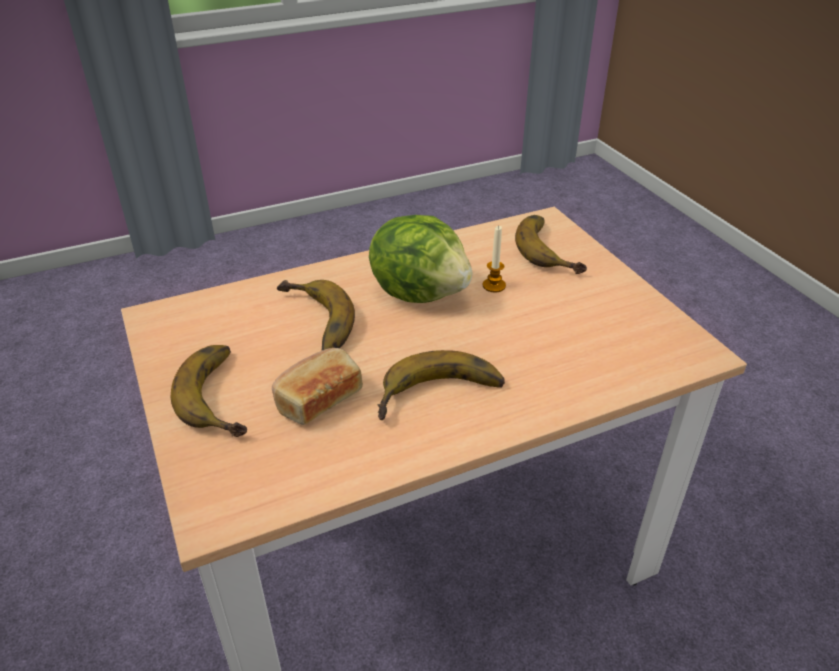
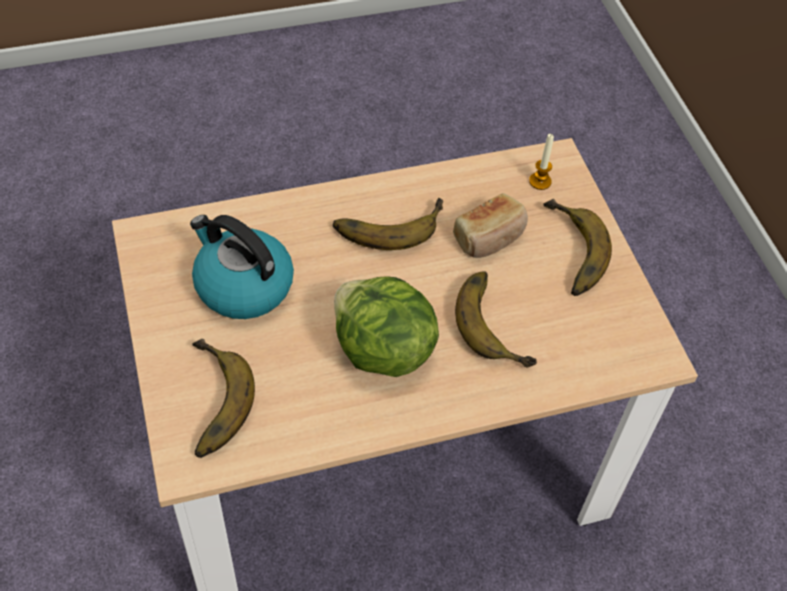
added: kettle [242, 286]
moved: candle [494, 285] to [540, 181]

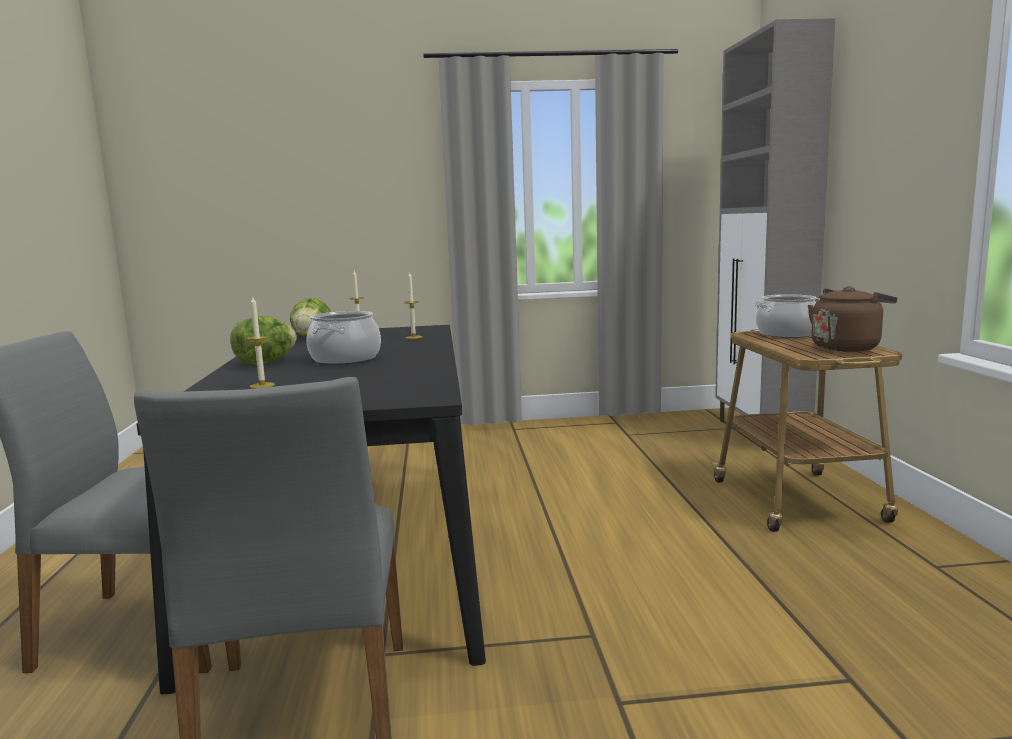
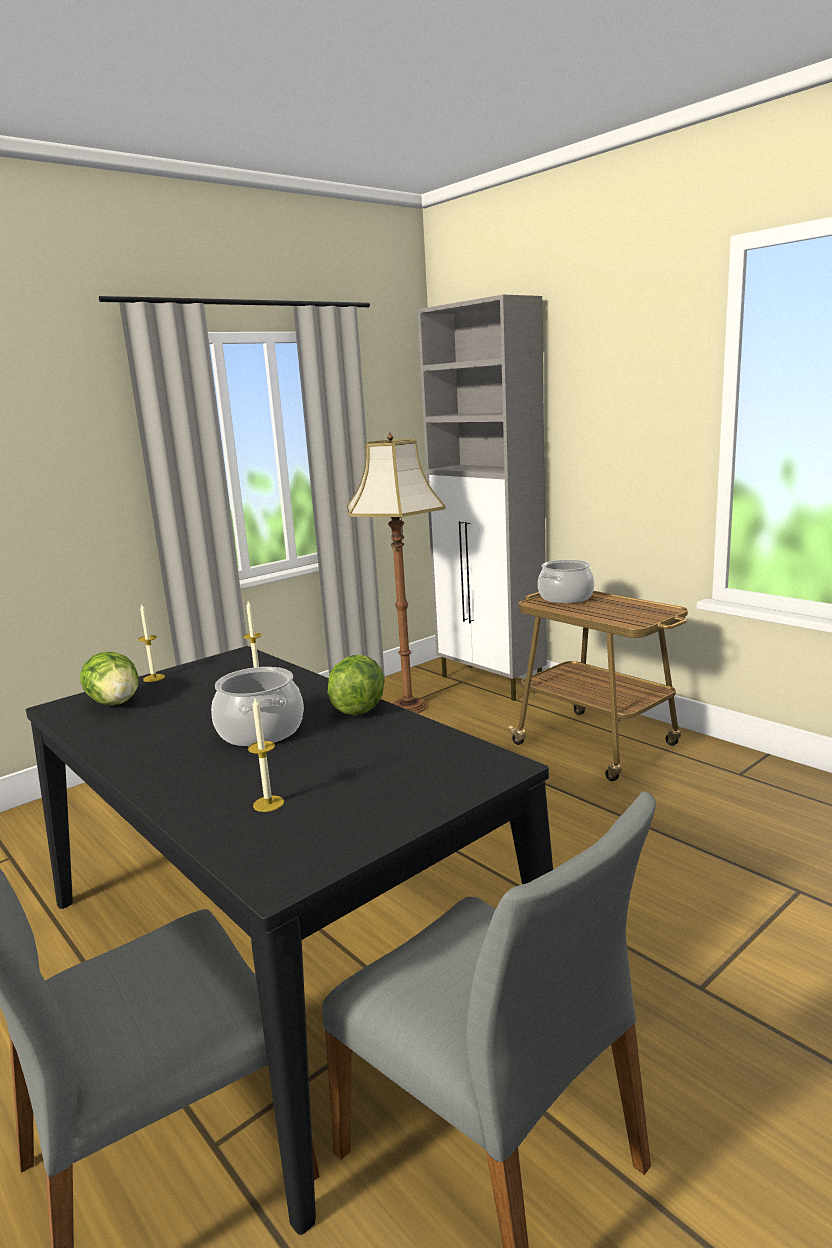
removed: brown kettle [847, 347]
added: floor lamp [408, 707]
moved: lettuce [265, 363] to [358, 708]

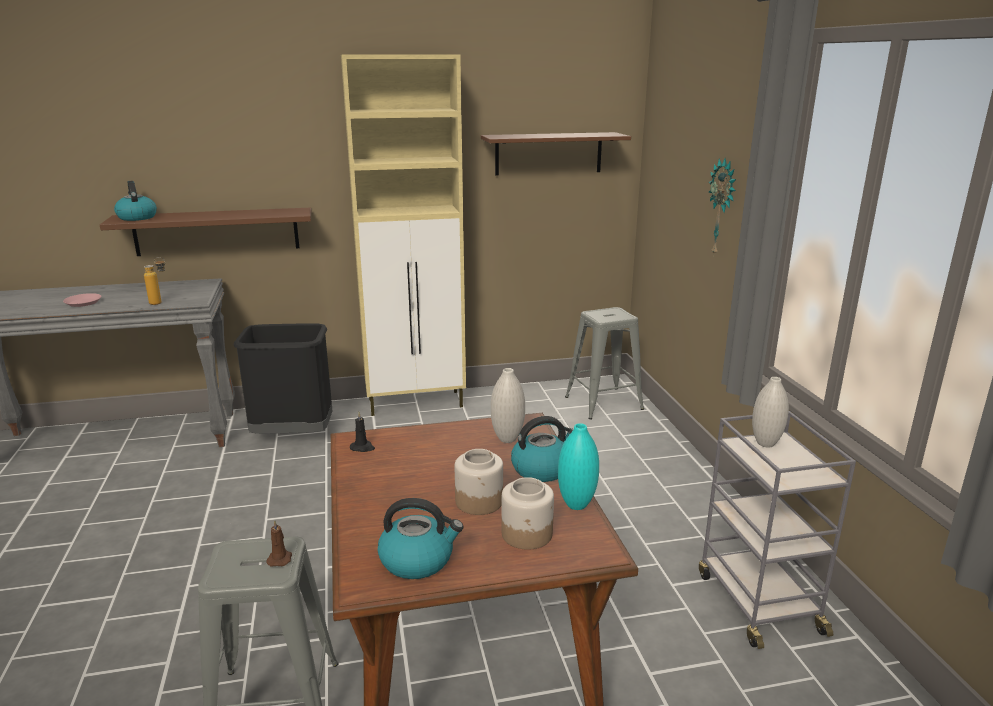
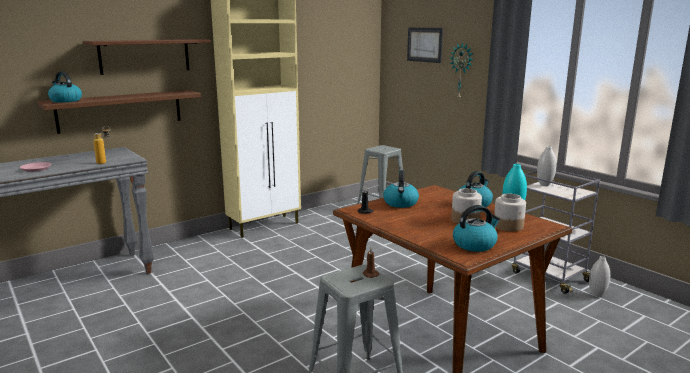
removed: black trash can [293, 435]
added: picture [425, 44]; kettle [401, 203]
moved: brown shelf [548, 153] to [145, 56]; white vase [507, 439] to [596, 294]

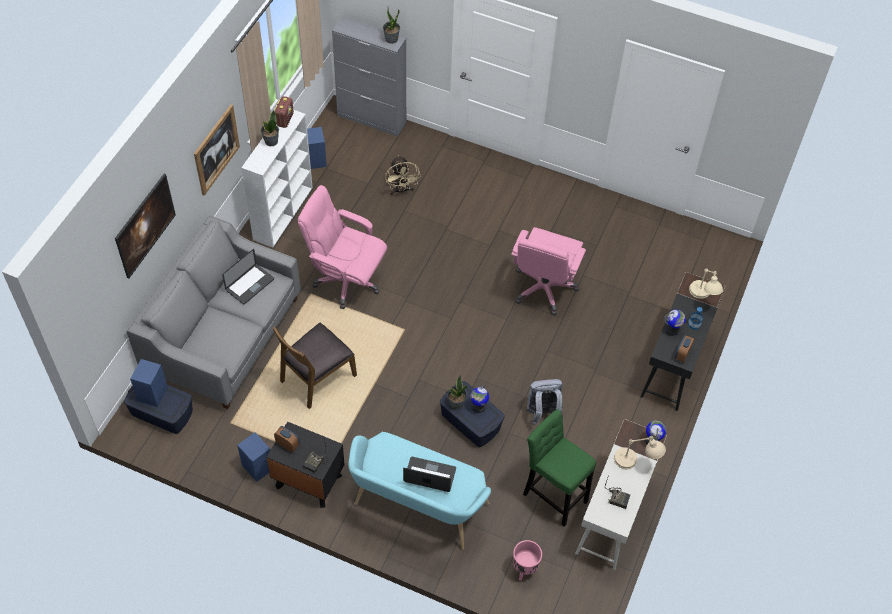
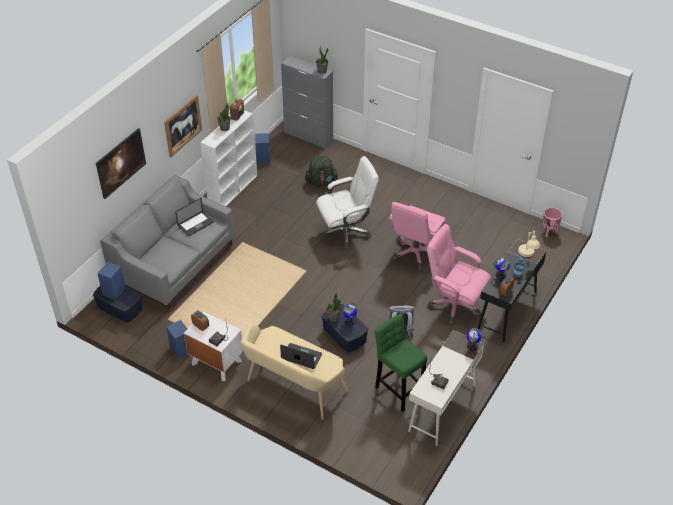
removed: brown chair [317, 378]; beige table lamp [635, 462]
added: white office chair [346, 232]
moved: pink office chair [346, 281] to [454, 305]; pink planter [524, 569] to [549, 231]
replaced: beige fan [401, 190] to green backpack [321, 182]
recoloured: black nightstand [308, 481] to white nightstand [216, 362]; turquoise bench [417, 508] to beige bench [293, 388]

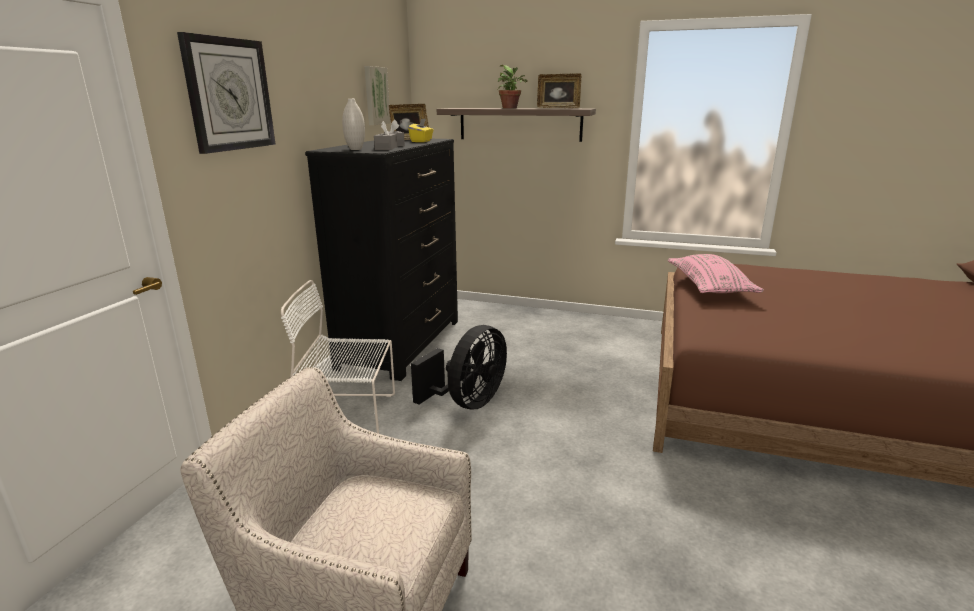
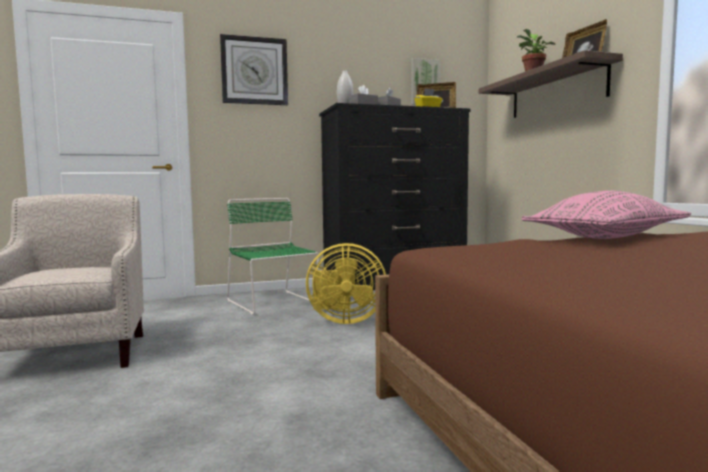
recoloured: white chair [347, 417] to green chair [273, 303]; black fan [468, 402] to yellow fan [343, 320]

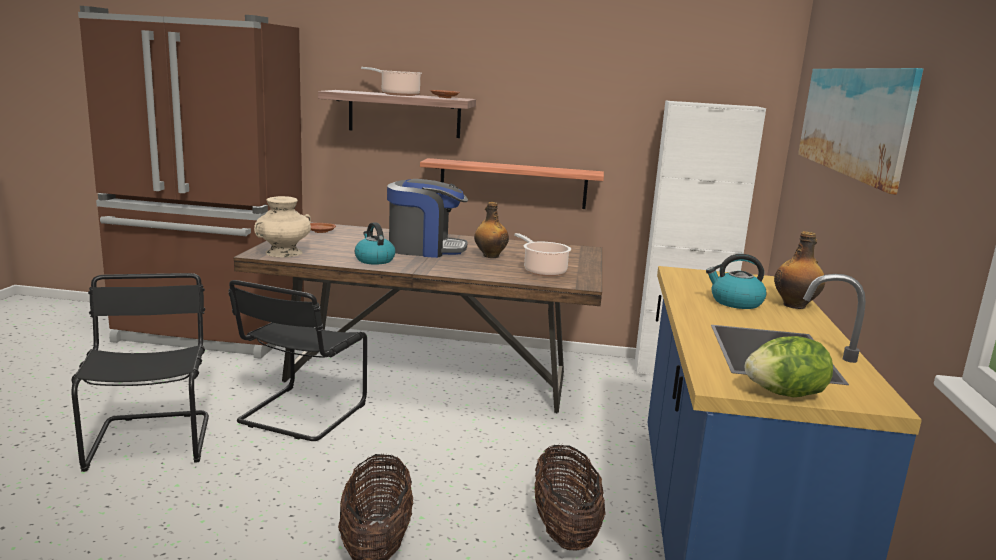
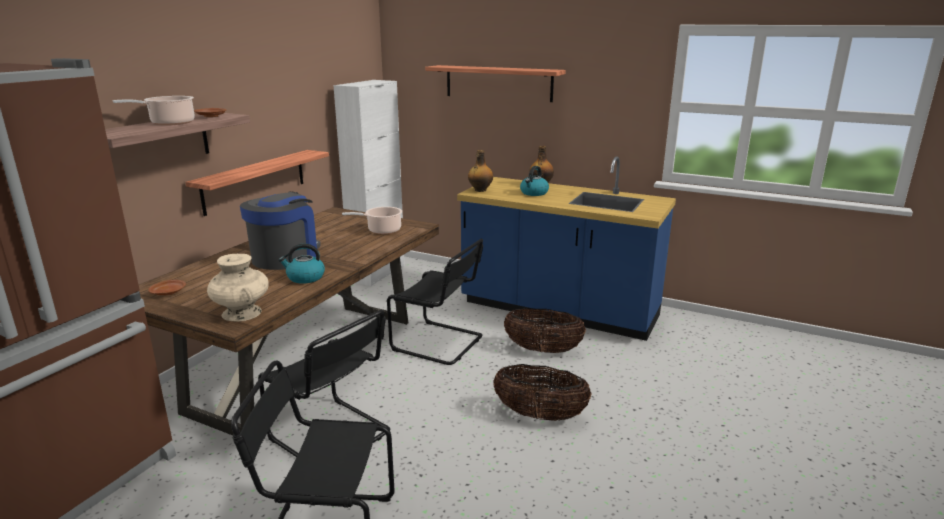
removed: lettuce [784, 394]
added: black chair [441, 343]
moved: bottle [490, 256] to [480, 190]
replaced: picture [855, 121] to shelf [498, 83]

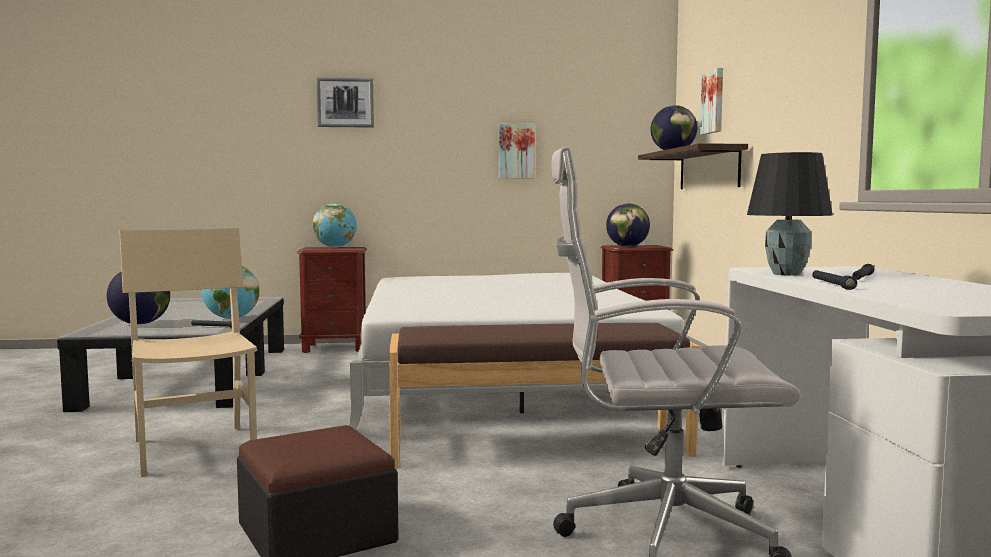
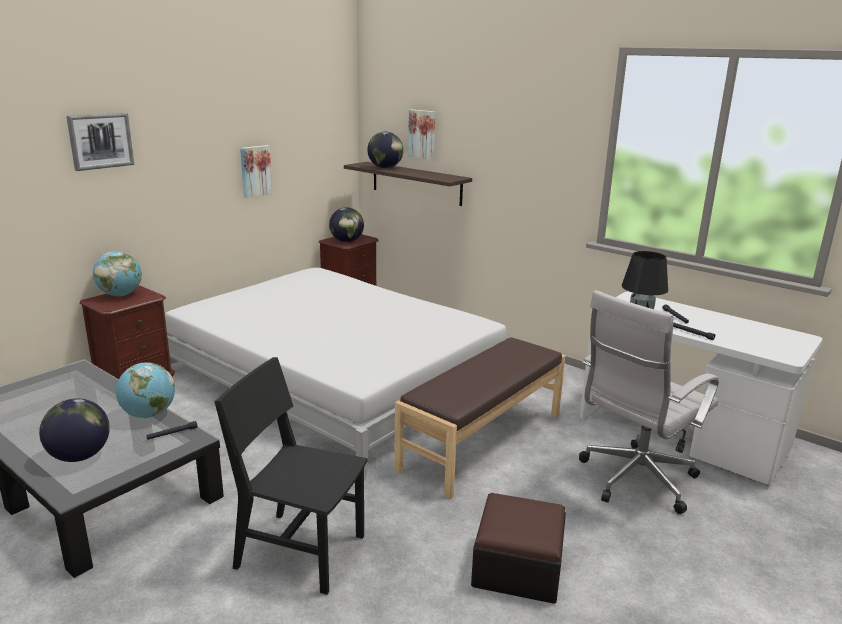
recoloured: beige chair [195, 449] to black chair [300, 551]

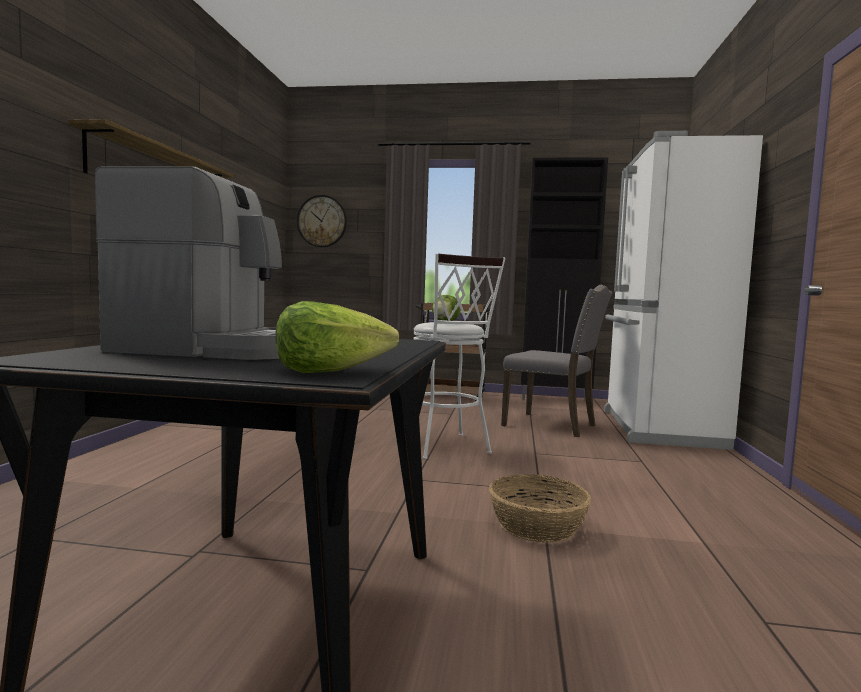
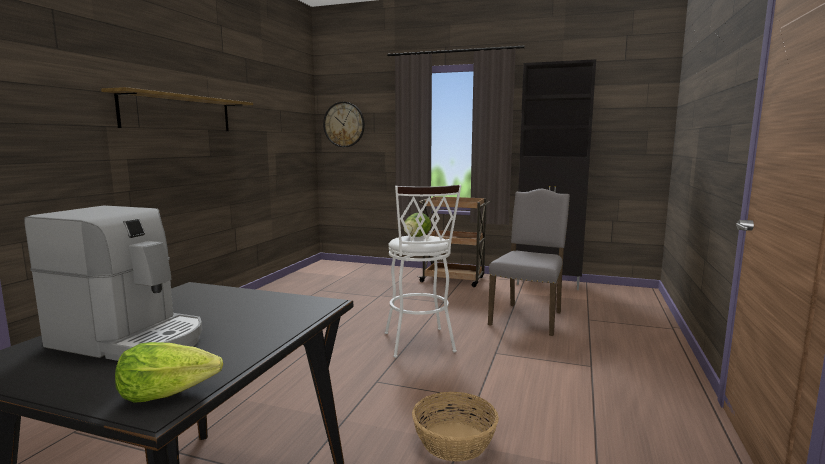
removed: white fridge [657, 428]
turned: grey chair [552, 425] = [528, 318] 105 degrees counterclockwise

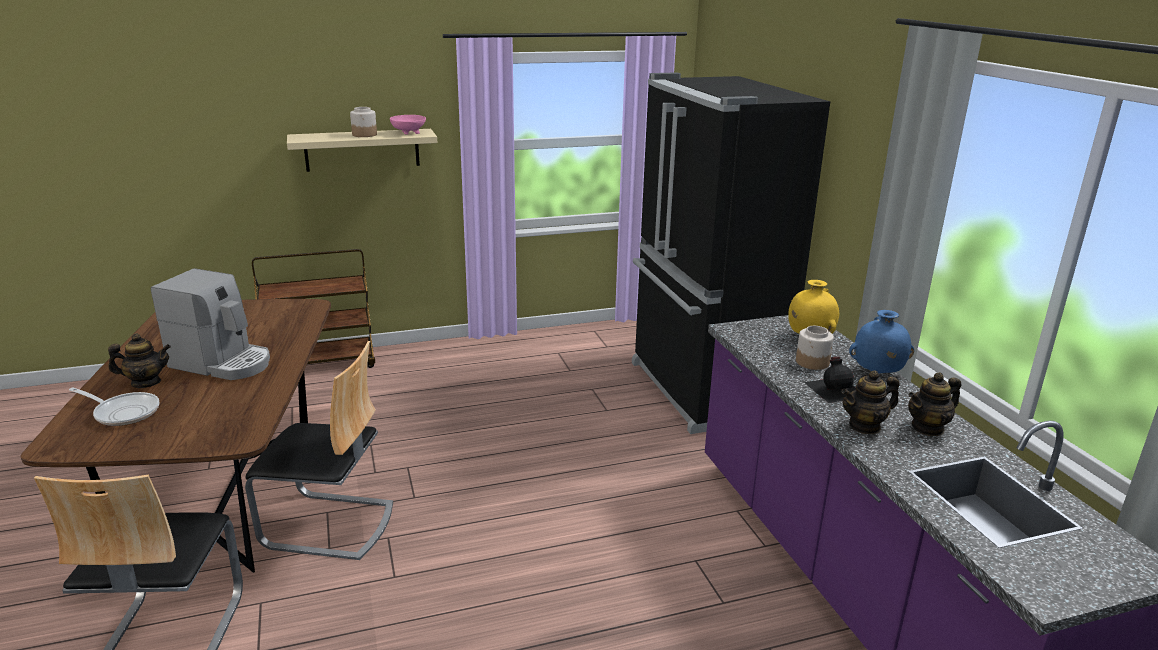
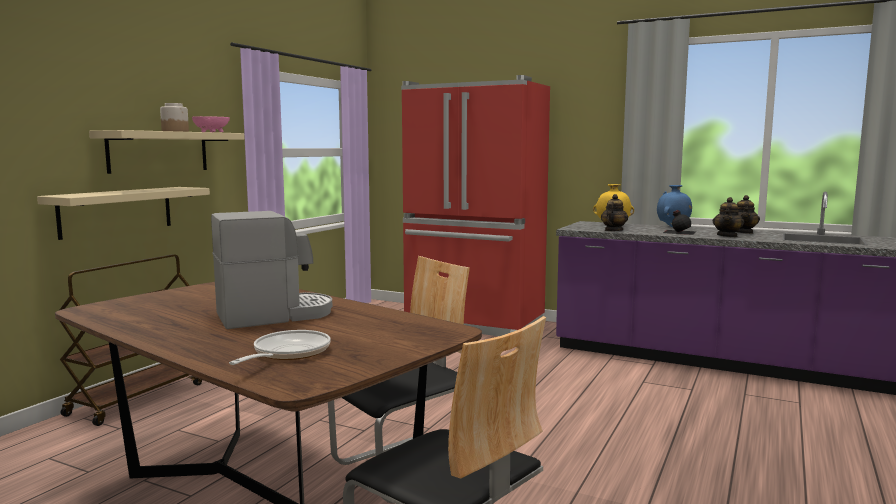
removed: jar [812, 362]
added: beige shelf [116, 211]
moved: teapot [146, 383] to [613, 230]
recoloured: black fridge [701, 391] to red fridge [474, 324]
turned: frying pan [123, 412] = [287, 353] 45 degrees counterclockwise

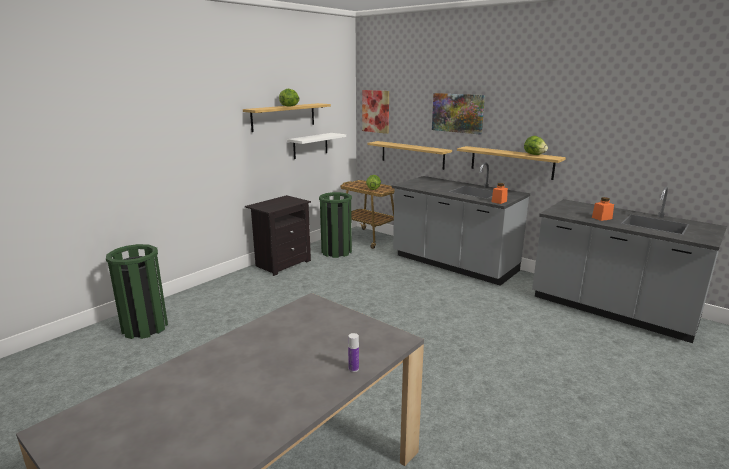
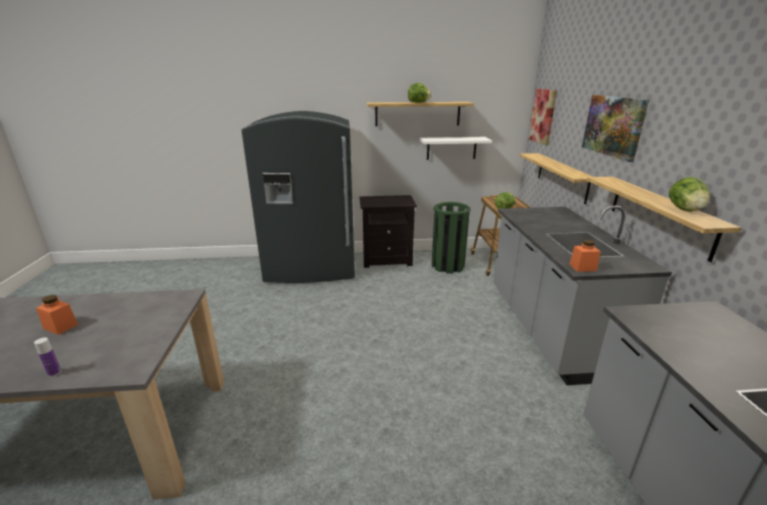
removed: green trash can [145, 327]
added: grey fridge [311, 269]
moved: orange jar [601, 218] to [60, 326]

